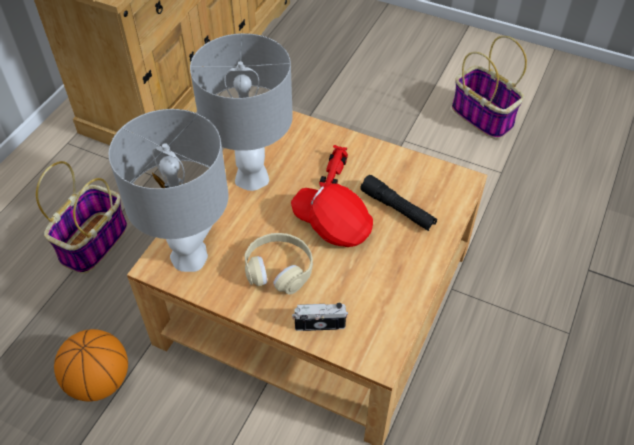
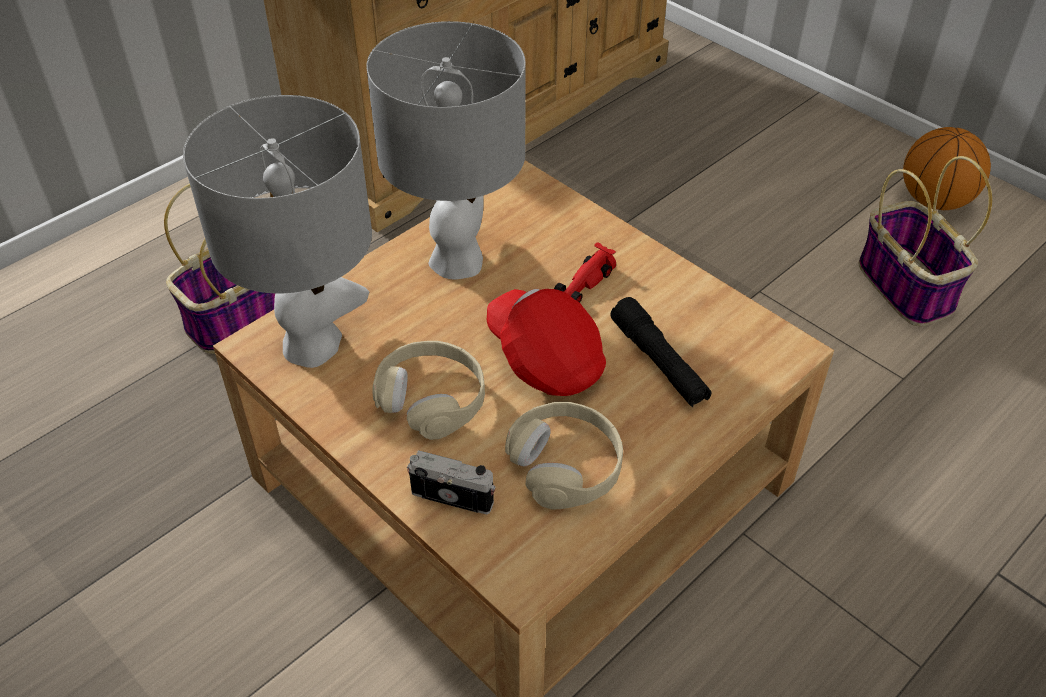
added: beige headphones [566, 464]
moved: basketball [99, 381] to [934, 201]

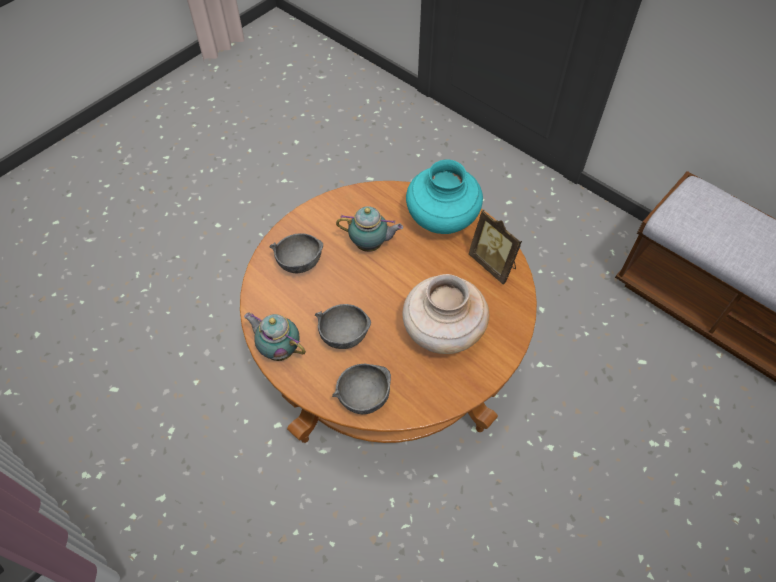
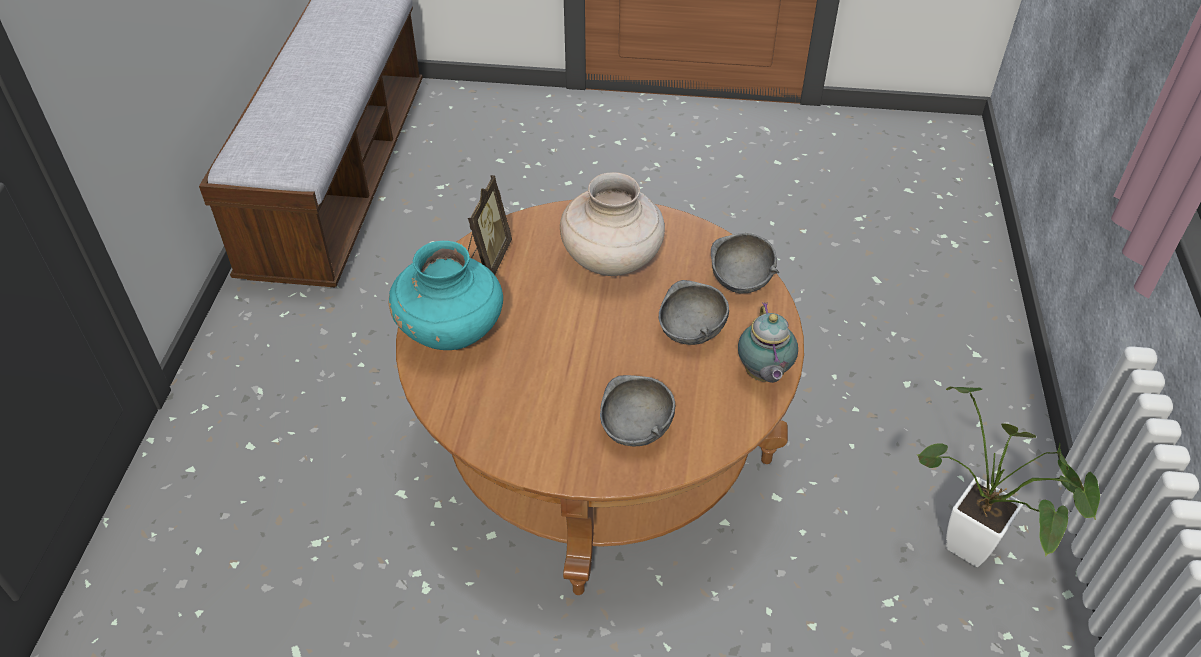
removed: teapot [370, 245]
added: potted plant [979, 554]

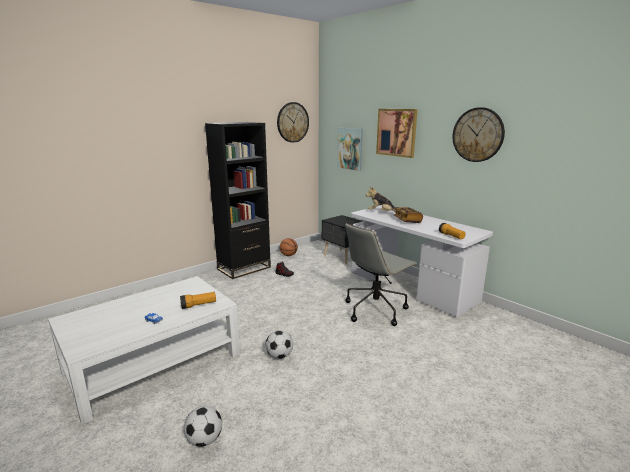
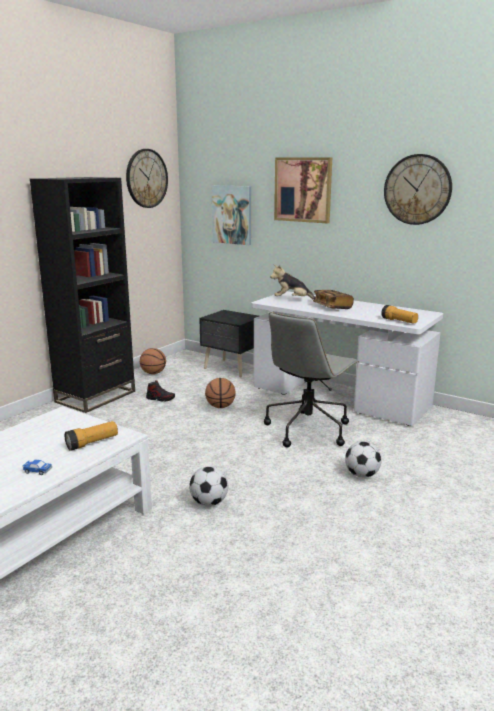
added: basketball [220, 407]
moved: football [204, 440] to [362, 475]

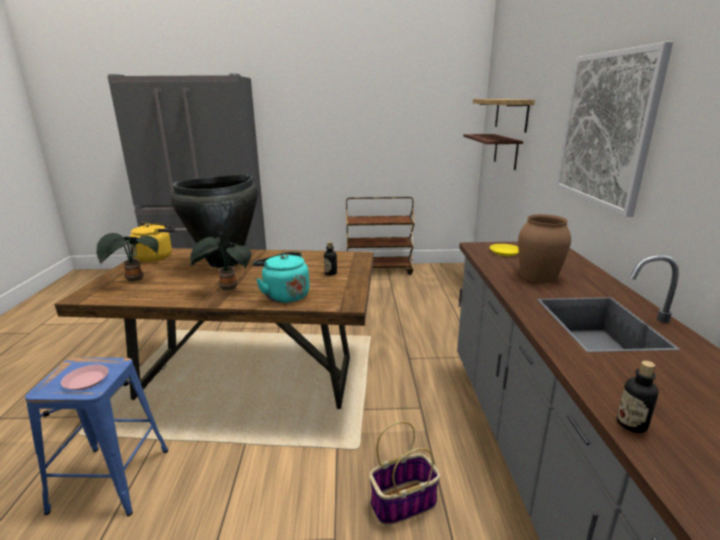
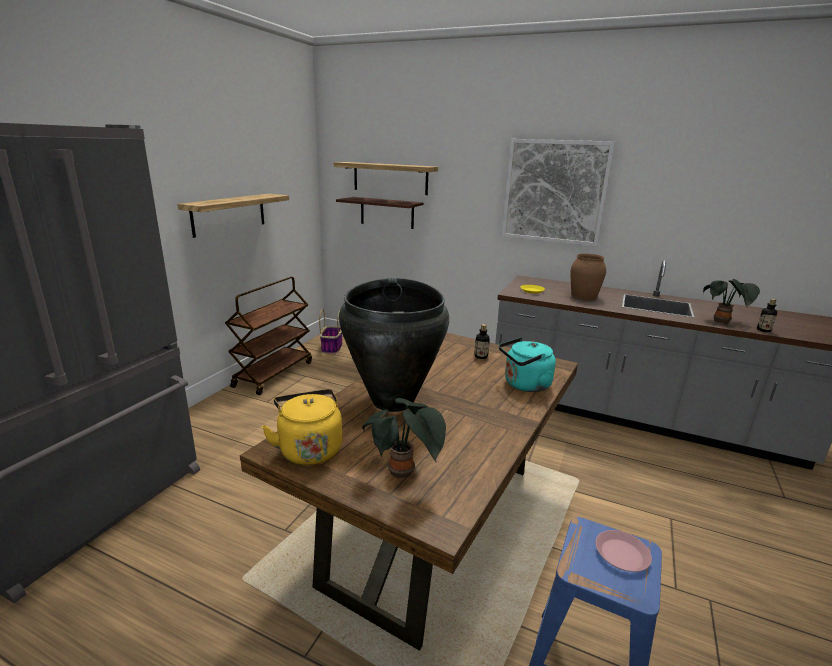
added: shelf [229, 214]
moved: potted plant [226, 288] to [722, 322]; basket [404, 502] to [332, 347]

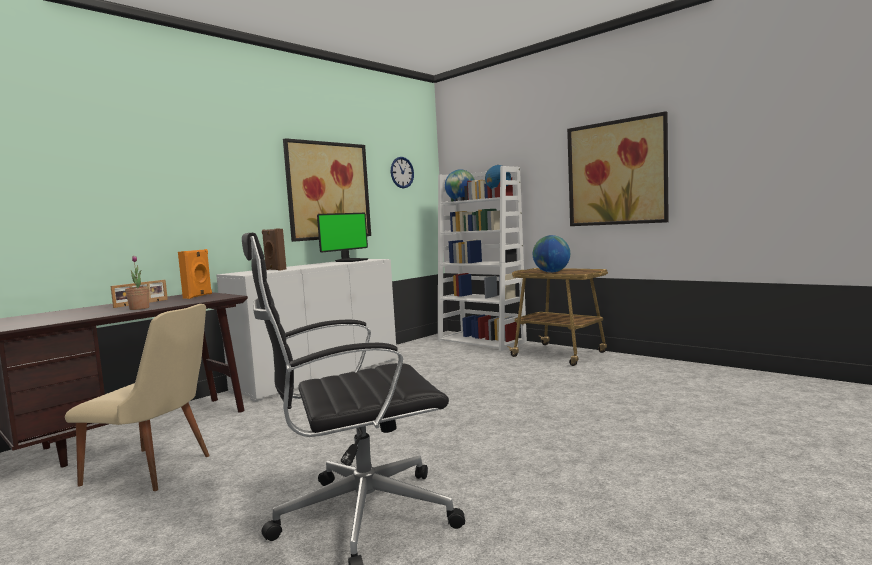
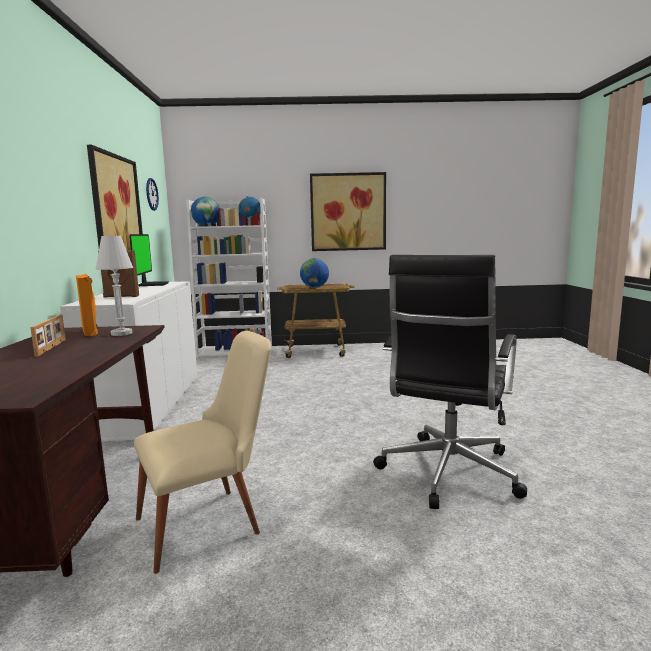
removed: potted plant [139, 308]
added: white table lamp [121, 333]

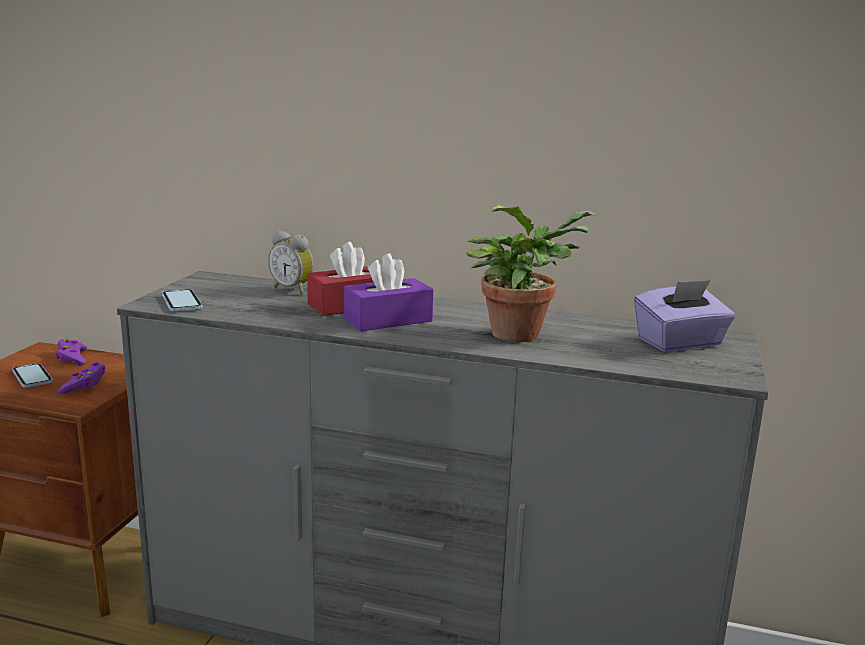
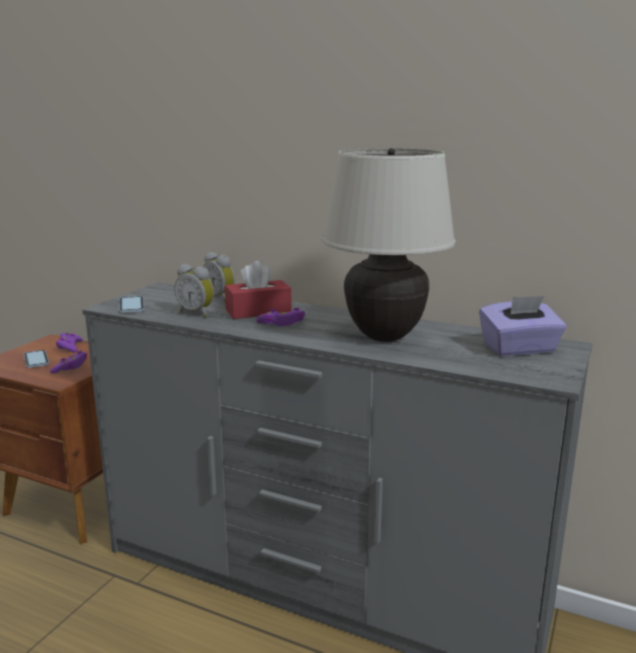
added: alarm clock [197, 313]
replaced: potted plant [520, 333] to beige table lamp [385, 337]; purple tissue box [388, 320] to purple game controller [282, 323]

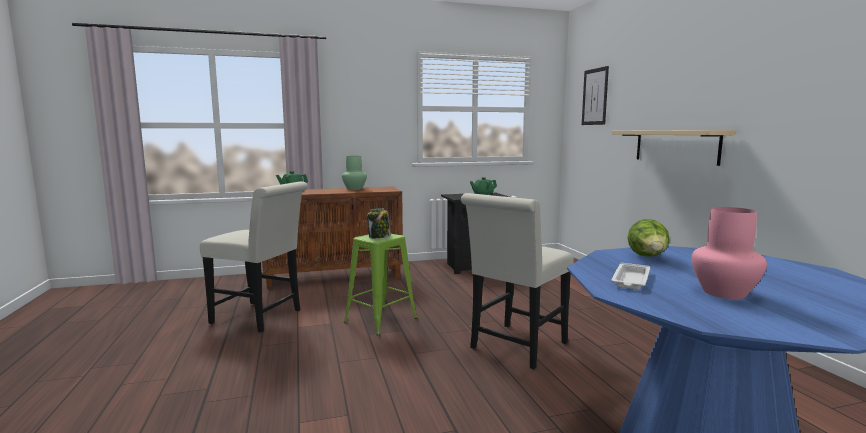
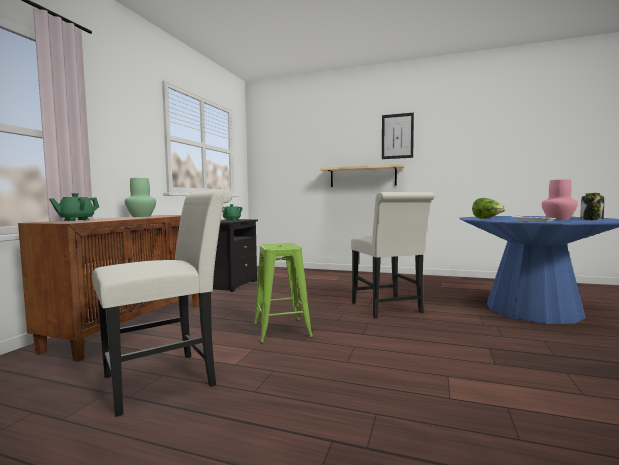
moved: picture [595, 96] to [397, 136]; jar [379, 237] to [592, 219]

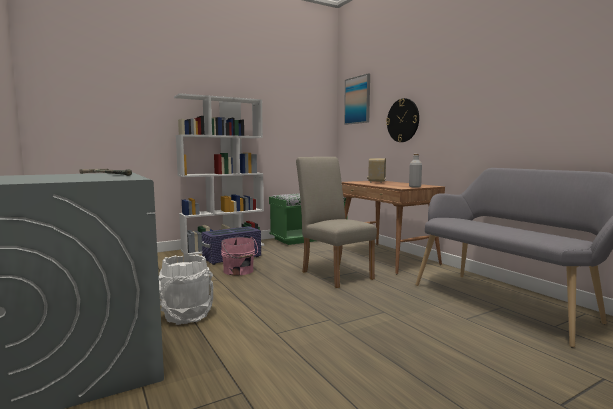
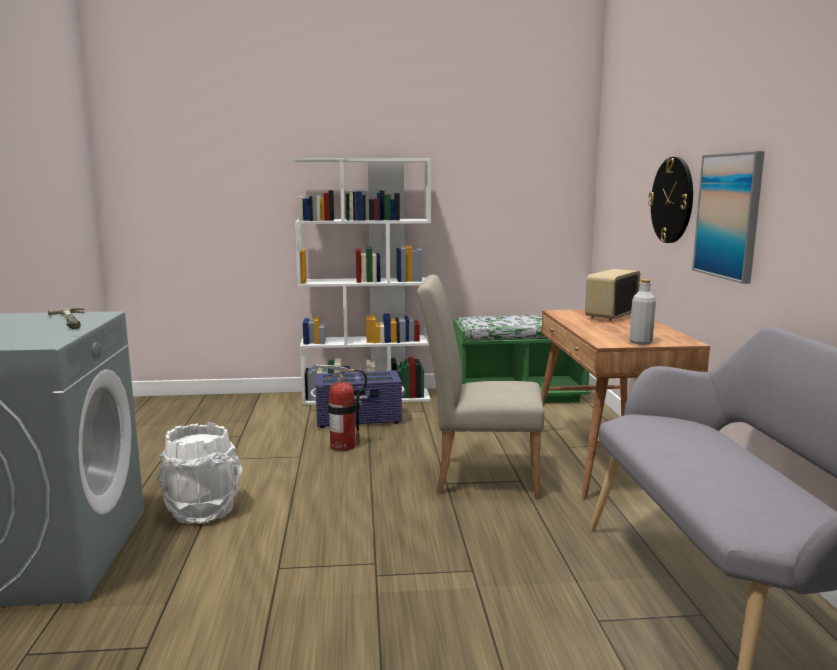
moved: picture [357, 100] to [728, 216]
replaced: pink bucket [239, 271] to fire extinguisher [342, 446]
turned: beige chair [334, 273] = [478, 477] 75 degrees counterclockwise

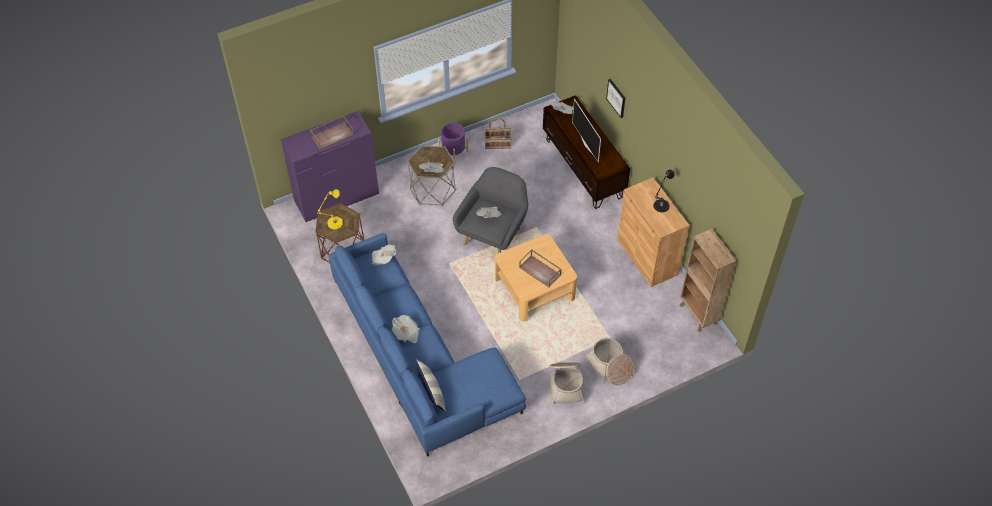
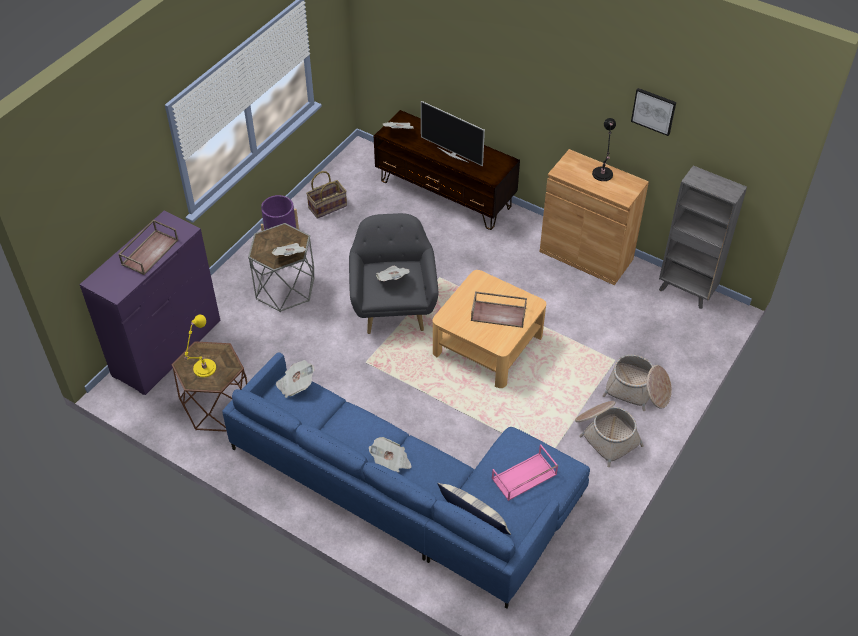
added: pink tray [524, 477]
moved: picture [616, 98] to [654, 111]
recoloured: brown bookcase [698, 315] to grey bookcase [686, 291]

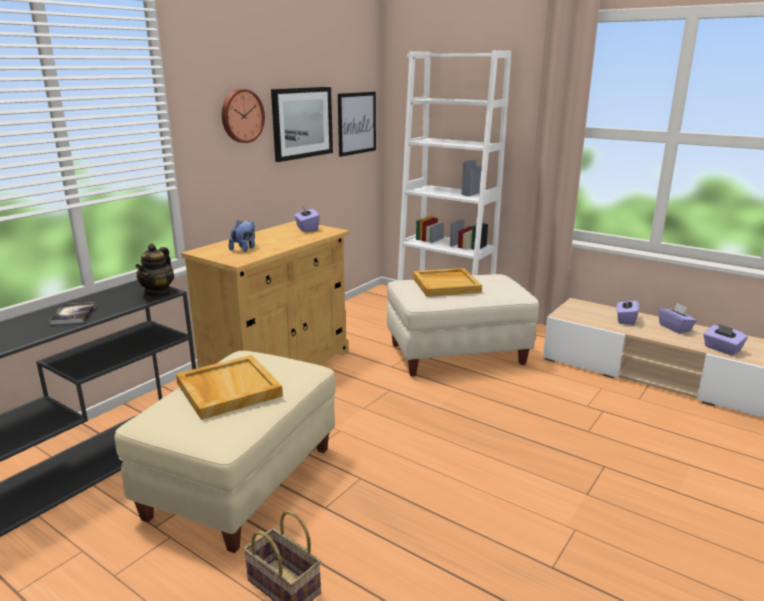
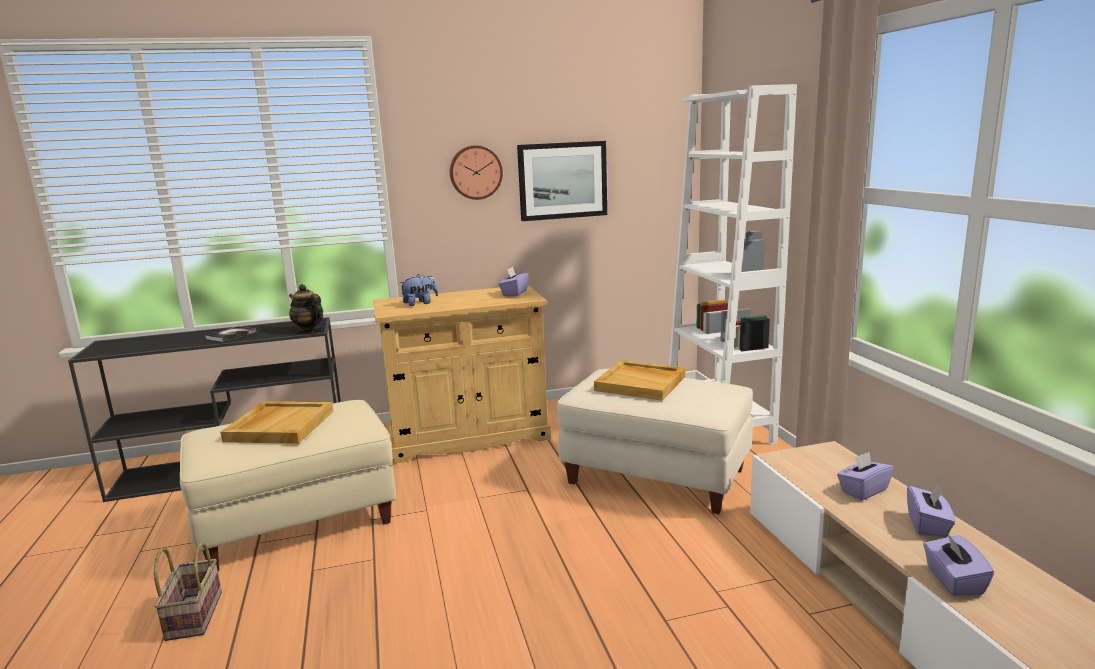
removed: picture [357, 123]
turned: teapot [158, 292] = [308, 330] 75 degrees clockwise

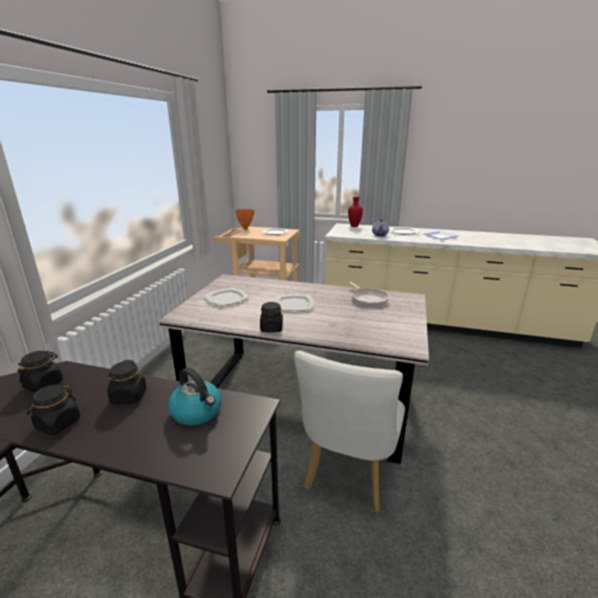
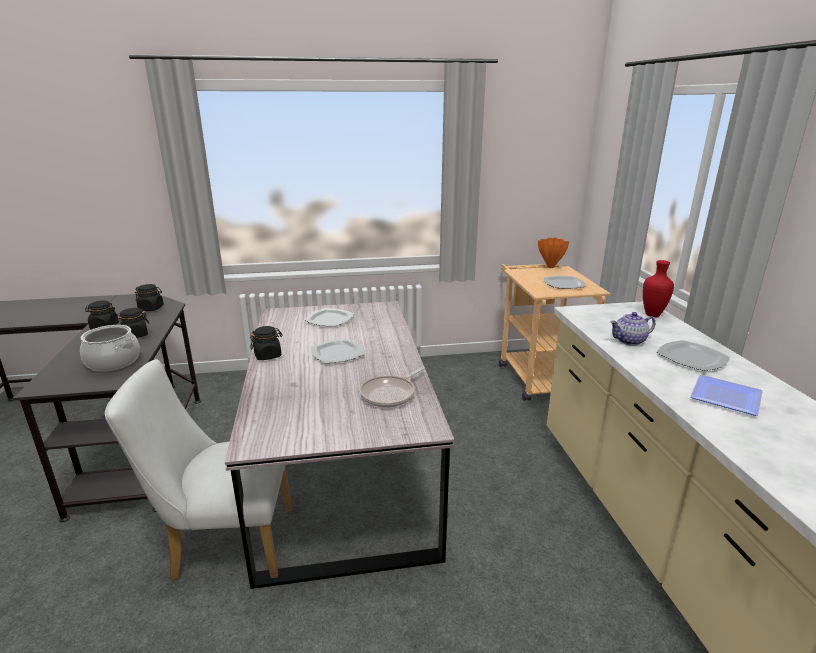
replaced: kettle [197, 412] to cooking pot [113, 362]

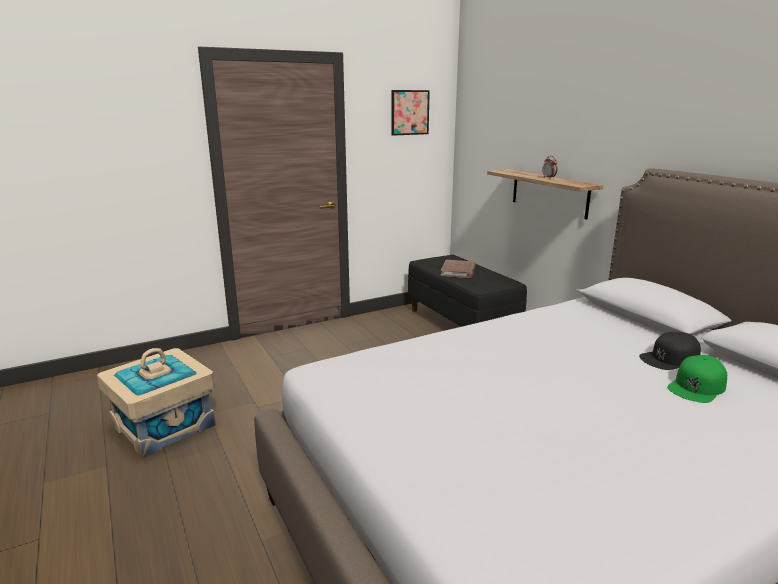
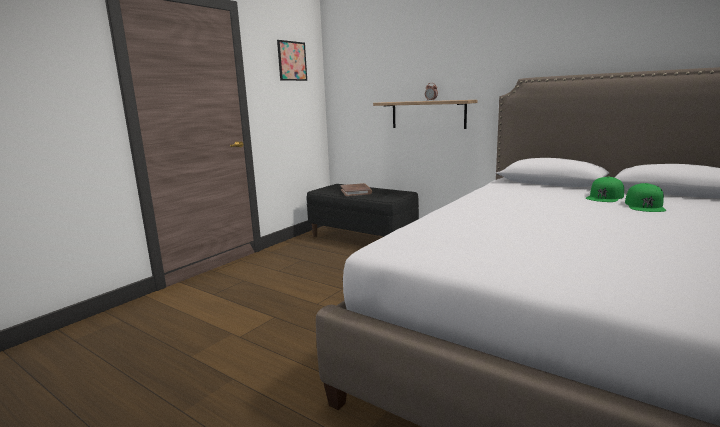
removed: beige storage box [163, 425]
recoloured: black cap [670, 358] to green cap [605, 197]

